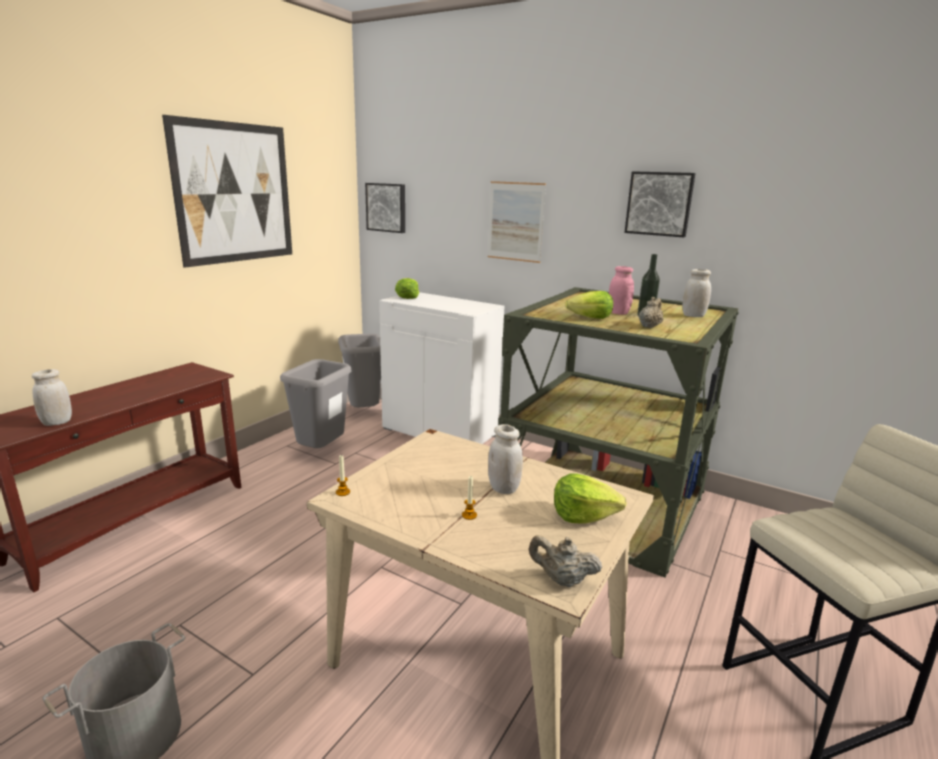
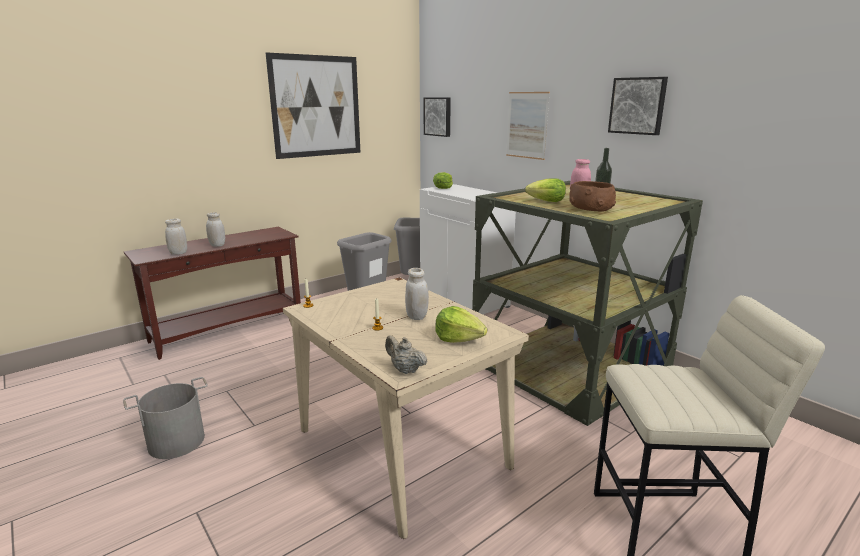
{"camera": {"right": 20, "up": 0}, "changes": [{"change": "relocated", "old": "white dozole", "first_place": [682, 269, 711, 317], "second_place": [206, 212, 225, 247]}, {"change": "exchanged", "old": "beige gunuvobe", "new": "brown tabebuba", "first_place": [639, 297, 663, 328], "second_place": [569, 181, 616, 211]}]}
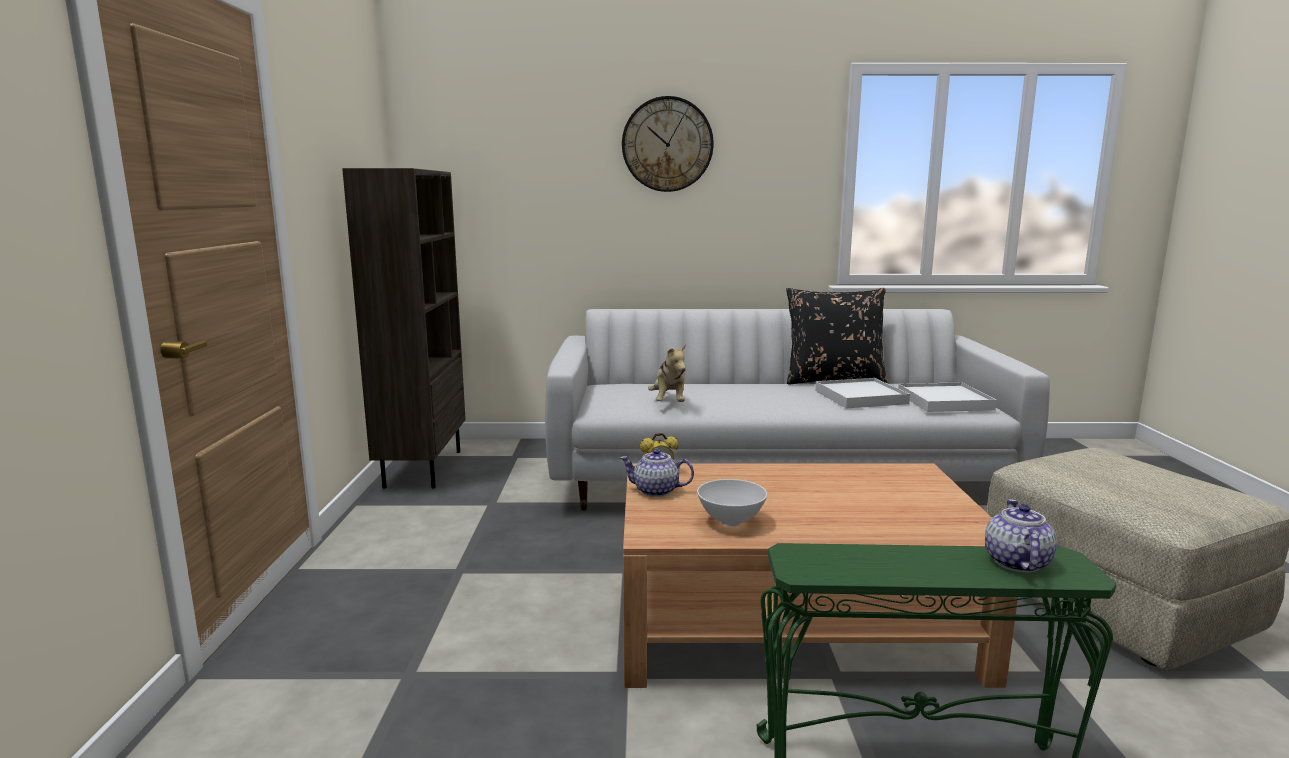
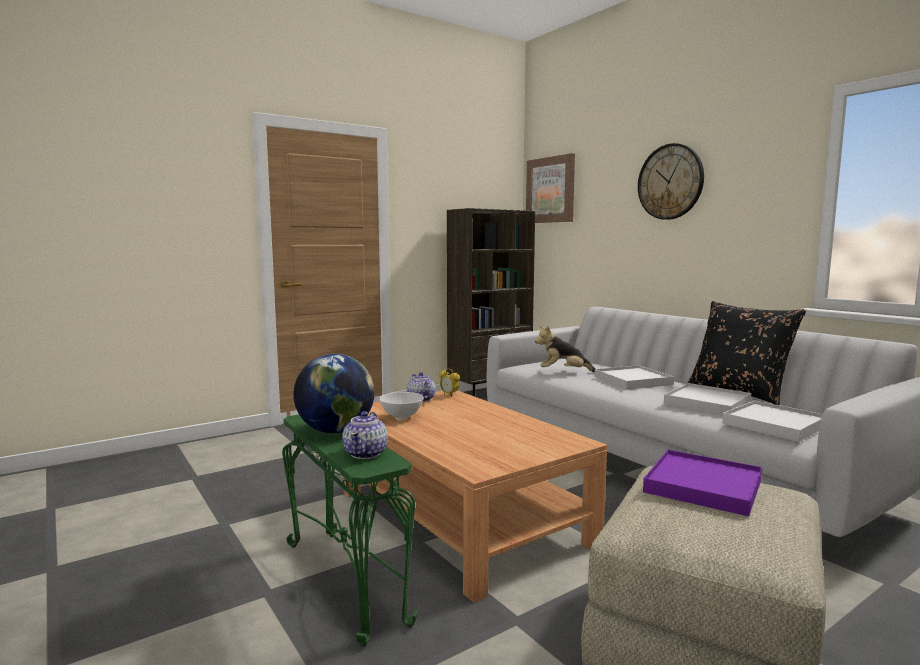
{"camera": {"right": 55, "up": -5}, "changes": [{"change": "spun", "old": "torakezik", "first_place": [648, 344, 686, 402], "second_place": [535, 326, 596, 372], "degrees": 45}, {"change": "spun", "old": "gunuvobe", "first_place": [985, 499, 1057, 573], "second_place": [342, 411, 388, 459], "degrees": 120}, {"change": "appeared", "new": "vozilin", "second_place": [526, 153, 575, 223]}, {"change": "appeared", "new": "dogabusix", "second_place": [293, 354, 374, 433]}, {"change": "appeared", "new": "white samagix", "second_place": [594, 365, 674, 390]}, {"change": "appeared", "new": "purple samagix", "second_place": [643, 450, 762, 516]}]}
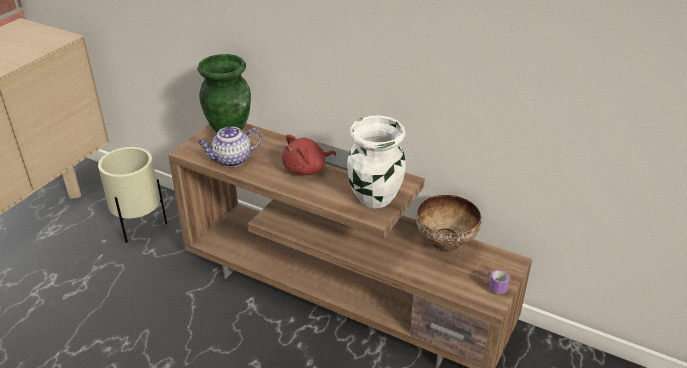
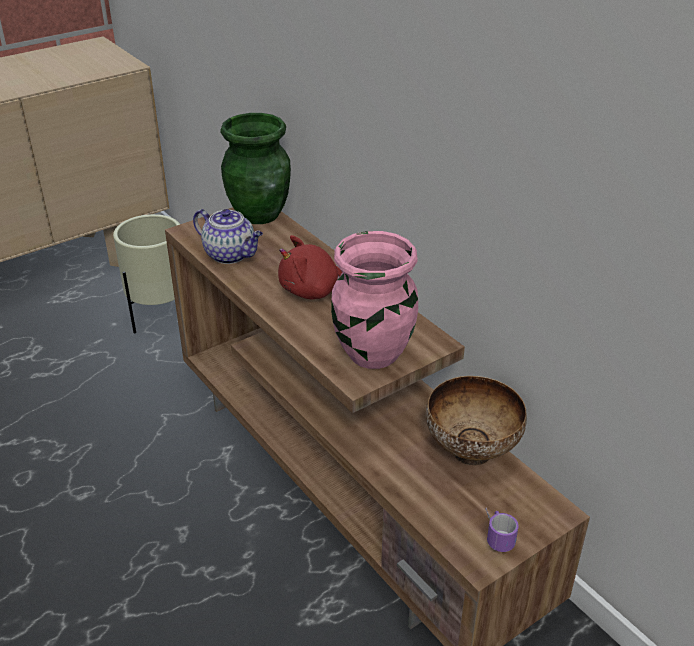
{"camera": {"right": 25, "up": 0}, "changes": [{"change": "colour", "old": "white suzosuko", "new": "pink suzosuko", "first_place": [347, 116, 406, 208], "second_place": [331, 231, 418, 369]}, {"change": "spun", "old": "gunuvobe", "first_place": [198, 127, 262, 167], "second_place": [193, 209, 263, 264], "degrees": -150}]}
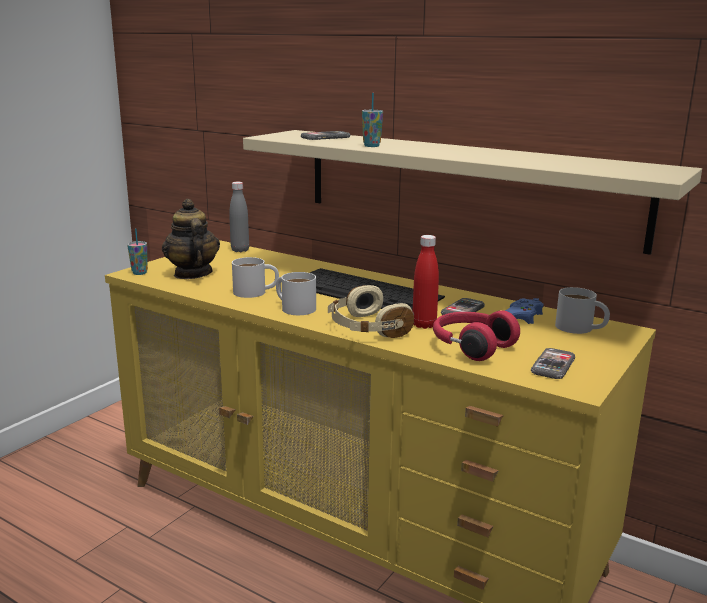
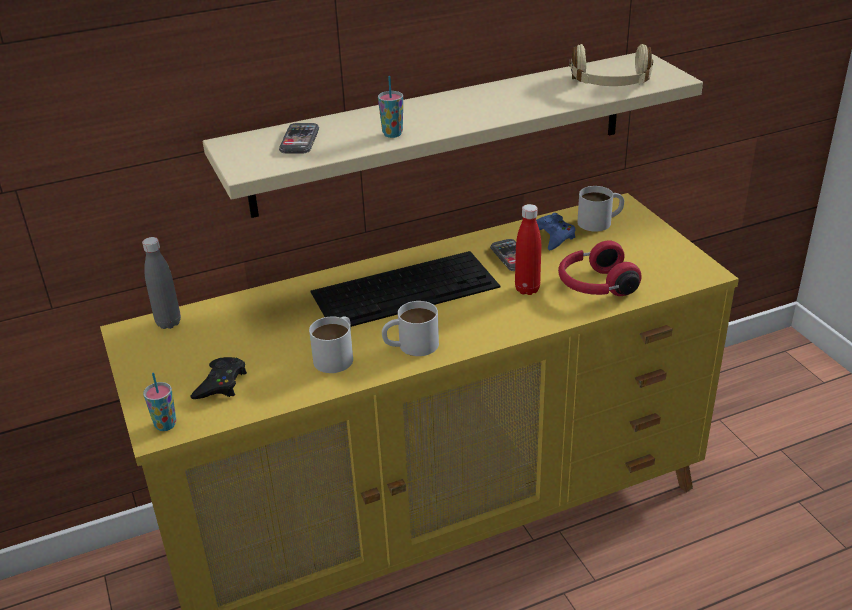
{"camera": {"right": -55, "up": 15}, "changes": [{"change": "exchanged", "old": "gunuvobe", "new": "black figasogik", "first_place": [162, 199, 220, 279], "second_place": [190, 357, 247, 399]}, {"change": "relocated", "old": "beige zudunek", "first_place": [328, 285, 414, 338], "second_place": [569, 44, 653, 86]}, {"change": "missing", "old": "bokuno", "first_place": [531, 348, 575, 379]}]}
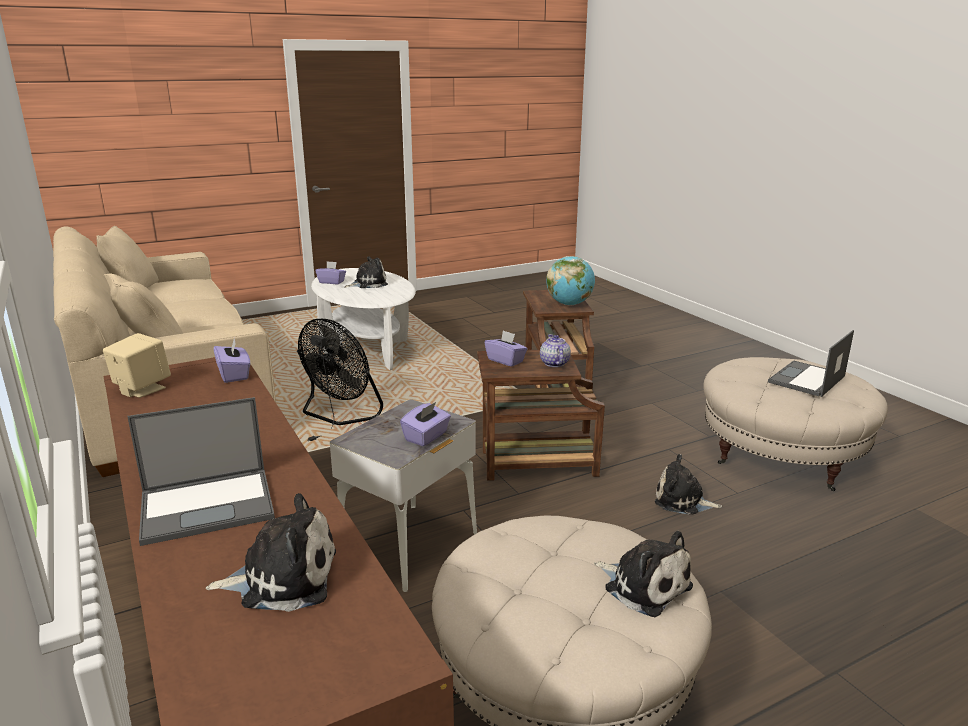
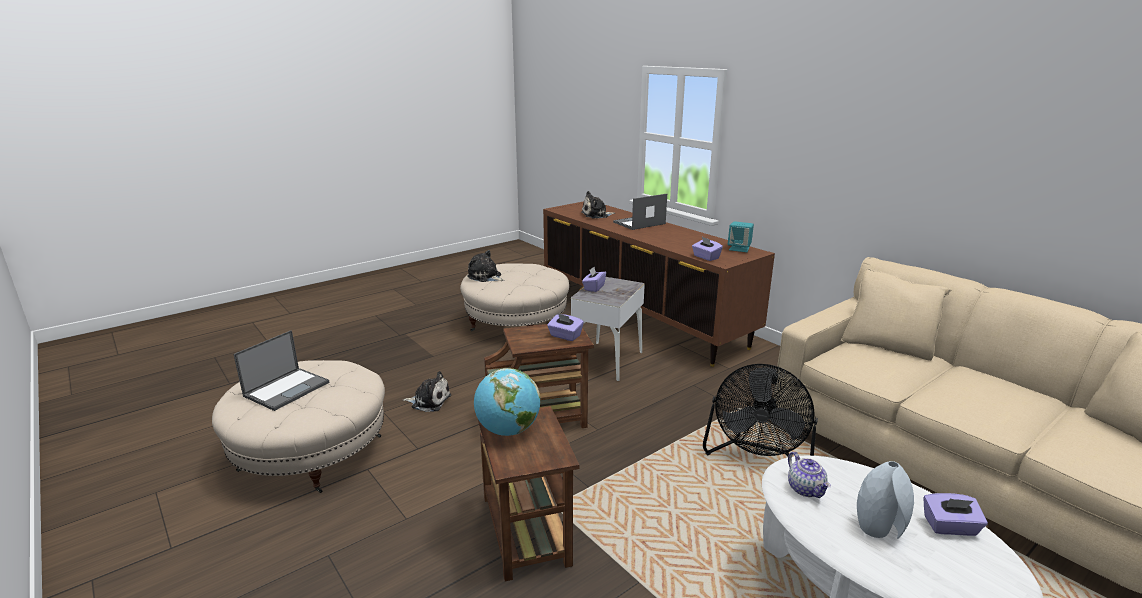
{"camera": {"right": 170, "up": 0}, "changes": [{"change": "exchanged", "old": "torakezik", "new": "grey suzosuko", "first_place": [345, 256, 388, 288], "second_place": [857, 461, 914, 539]}, {"change": "colour", "old": "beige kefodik", "new": "turquoise kefodik", "first_place": [103, 333, 171, 398], "second_place": [728, 221, 754, 252]}, {"change": "relocated", "old": "gunuvobe", "first_place": [540, 334, 571, 367], "second_place": [788, 452, 831, 498]}]}
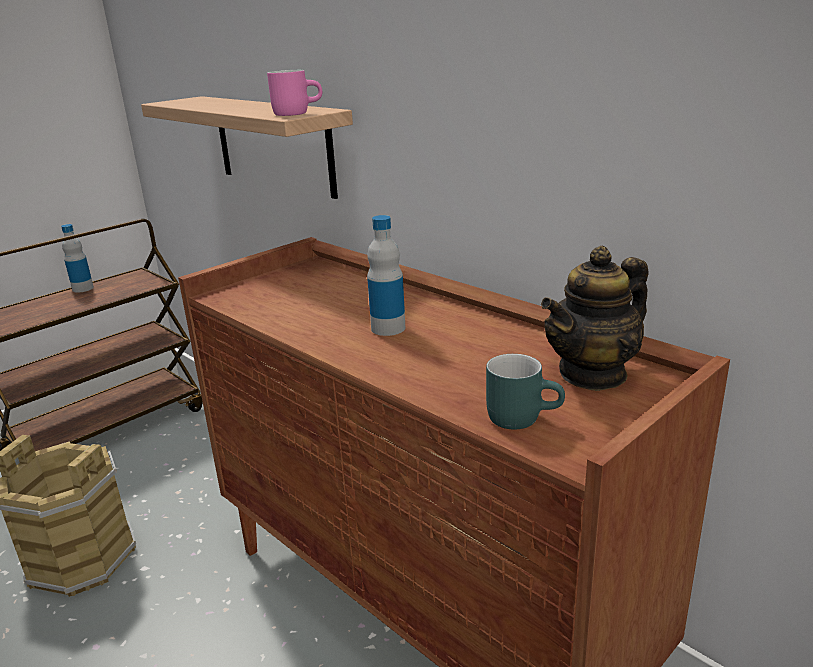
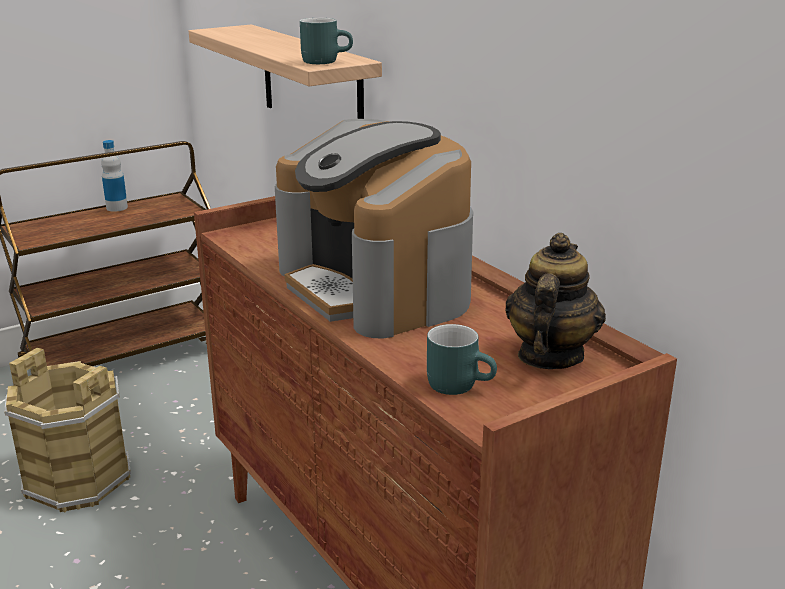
{"camera": {"right": 10, "up": 0}, "changes": [{"change": "colour", "old": "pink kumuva", "new": "turquoise kumuva", "first_place": [267, 70, 322, 116], "second_place": [300, 18, 353, 64]}, {"change": "exchanged", "old": "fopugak", "new": "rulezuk", "first_place": [367, 215, 405, 336], "second_place": [275, 119, 473, 338]}, {"change": "spun", "old": "gunuvobe", "first_place": [541, 246, 649, 391], "second_place": [505, 233, 606, 369], "degrees": 135}]}
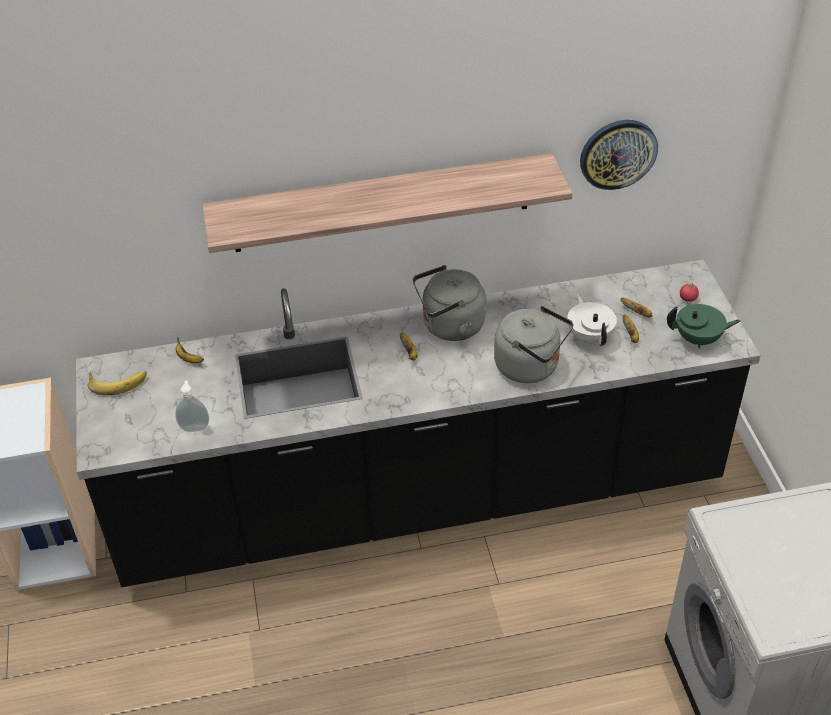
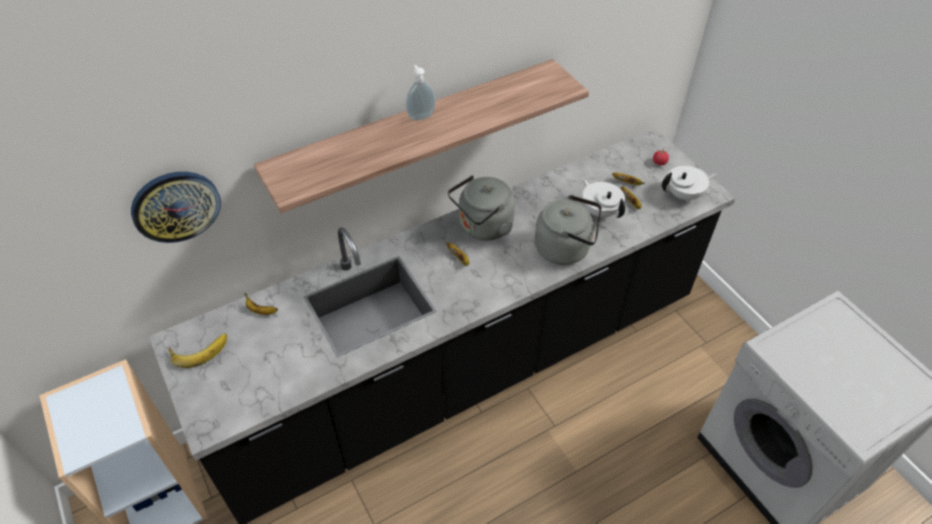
{"camera": {"right": -20, "up": 5}, "changes": [{"change": "relocated", "old": "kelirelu", "first_place": [580, 120, 658, 190], "second_place": [131, 172, 221, 243]}, {"change": "colour", "old": "green gunuvobe", "new": "white gunuvobe", "first_place": [667, 304, 741, 348], "second_place": [662, 166, 717, 202]}, {"change": "relocated", "old": "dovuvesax", "first_place": [175, 381, 209, 432], "second_place": [406, 65, 436, 121]}]}
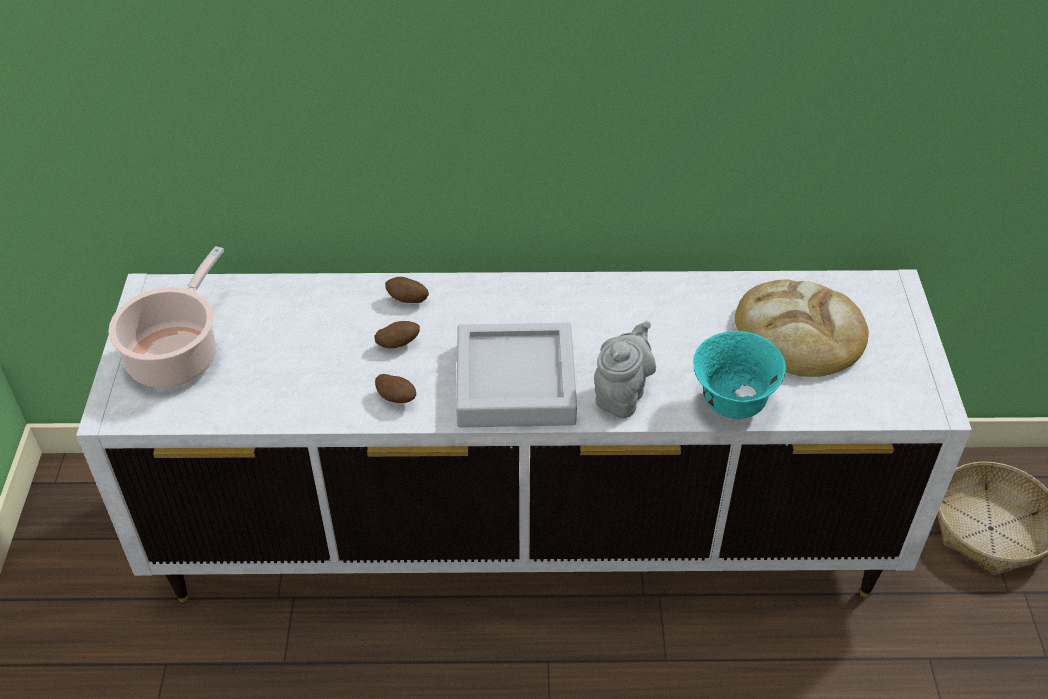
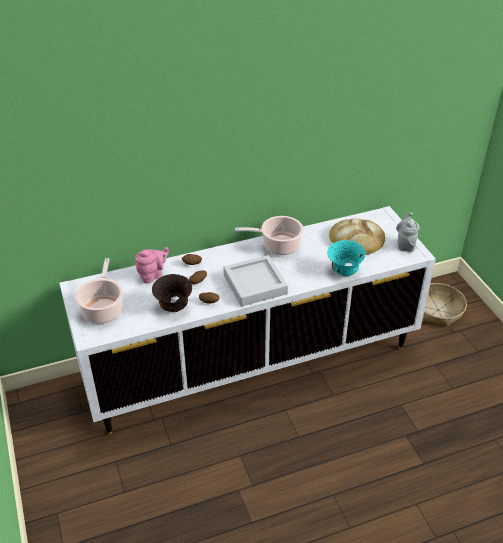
{"camera": {"right": -20, "up": -5}, "changes": [{"change": "relocated", "old": "grey gunuvobe", "first_place": [594, 321, 656, 418], "second_place": [396, 212, 420, 252]}, {"change": "appeared", "new": "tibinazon", "second_place": [235, 216, 303, 255]}, {"change": "appeared", "new": "pink gunuvobe", "second_place": [135, 247, 169, 283]}, {"change": "appeared", "new": "brown tabebuba", "second_place": [152, 274, 192, 312]}]}
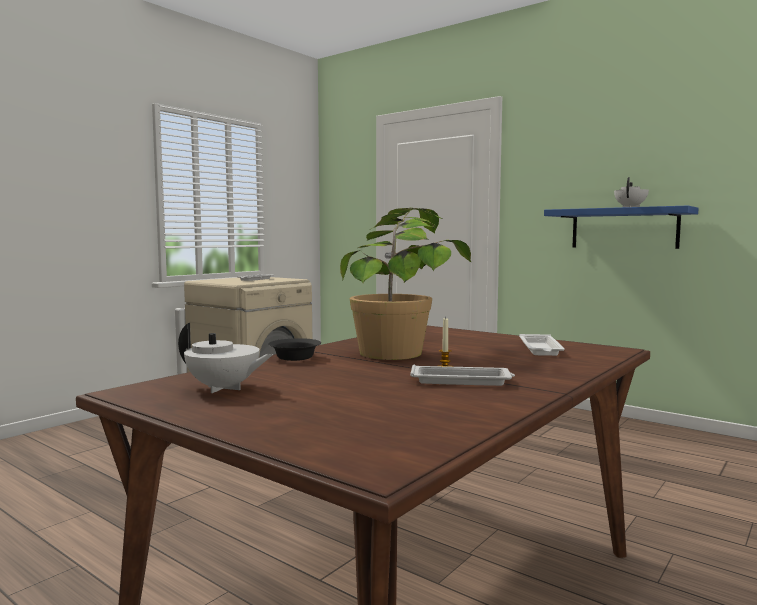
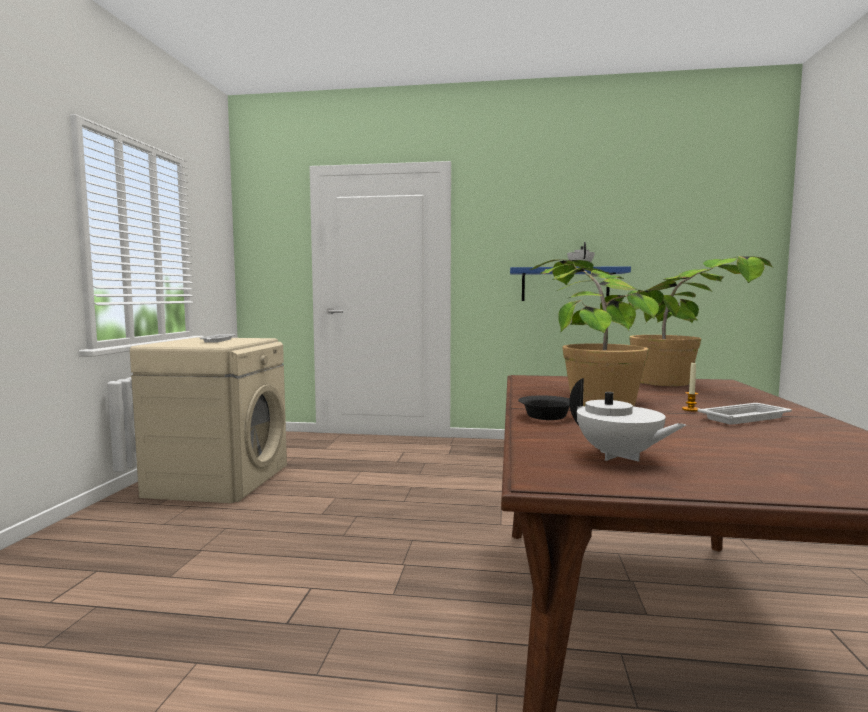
{"camera": {"right": -30, "up": 0}, "changes": [{"change": "spun", "old": "white gunuvobe", "first_place": [178, 323, 274, 393], "second_place": [569, 378, 686, 462], "degrees": 60}, {"change": "exchanged", "old": "white samagix", "new": "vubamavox", "first_place": [519, 334, 565, 356], "second_place": [627, 256, 774, 386]}]}
